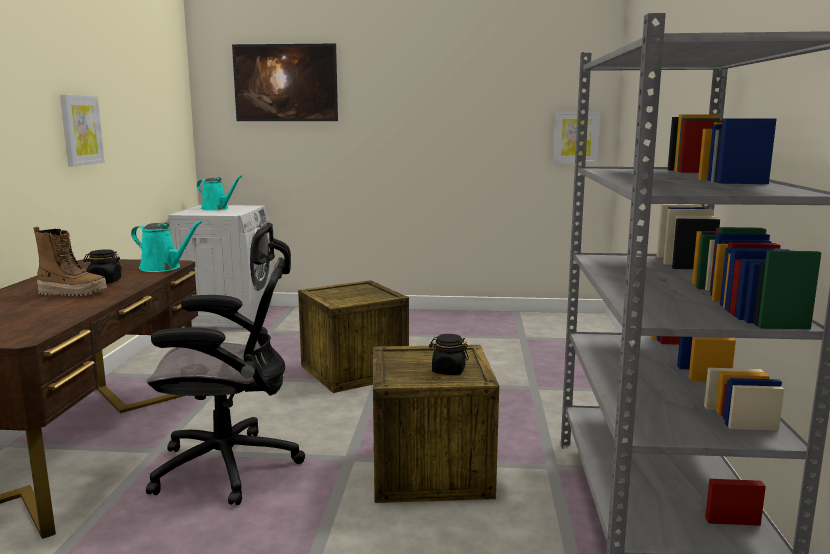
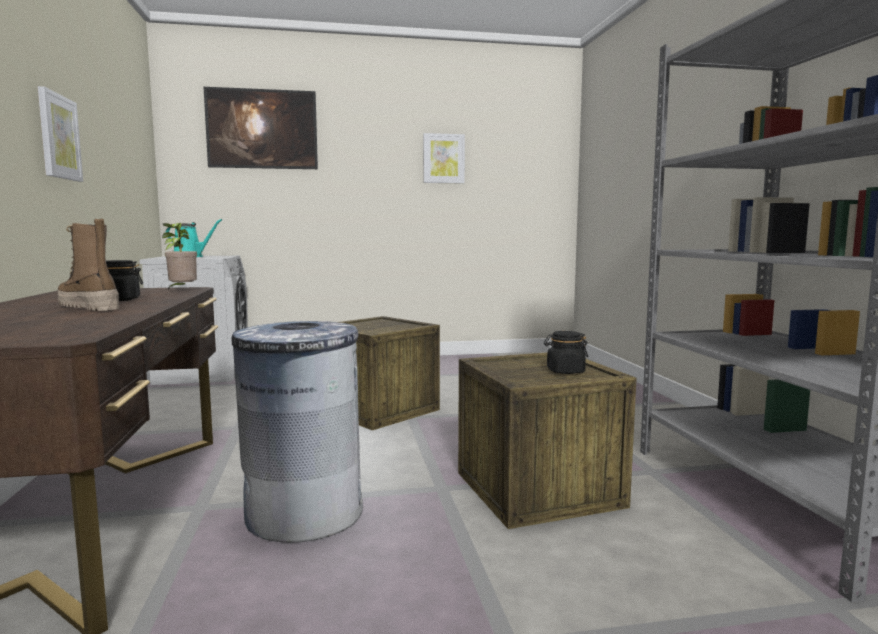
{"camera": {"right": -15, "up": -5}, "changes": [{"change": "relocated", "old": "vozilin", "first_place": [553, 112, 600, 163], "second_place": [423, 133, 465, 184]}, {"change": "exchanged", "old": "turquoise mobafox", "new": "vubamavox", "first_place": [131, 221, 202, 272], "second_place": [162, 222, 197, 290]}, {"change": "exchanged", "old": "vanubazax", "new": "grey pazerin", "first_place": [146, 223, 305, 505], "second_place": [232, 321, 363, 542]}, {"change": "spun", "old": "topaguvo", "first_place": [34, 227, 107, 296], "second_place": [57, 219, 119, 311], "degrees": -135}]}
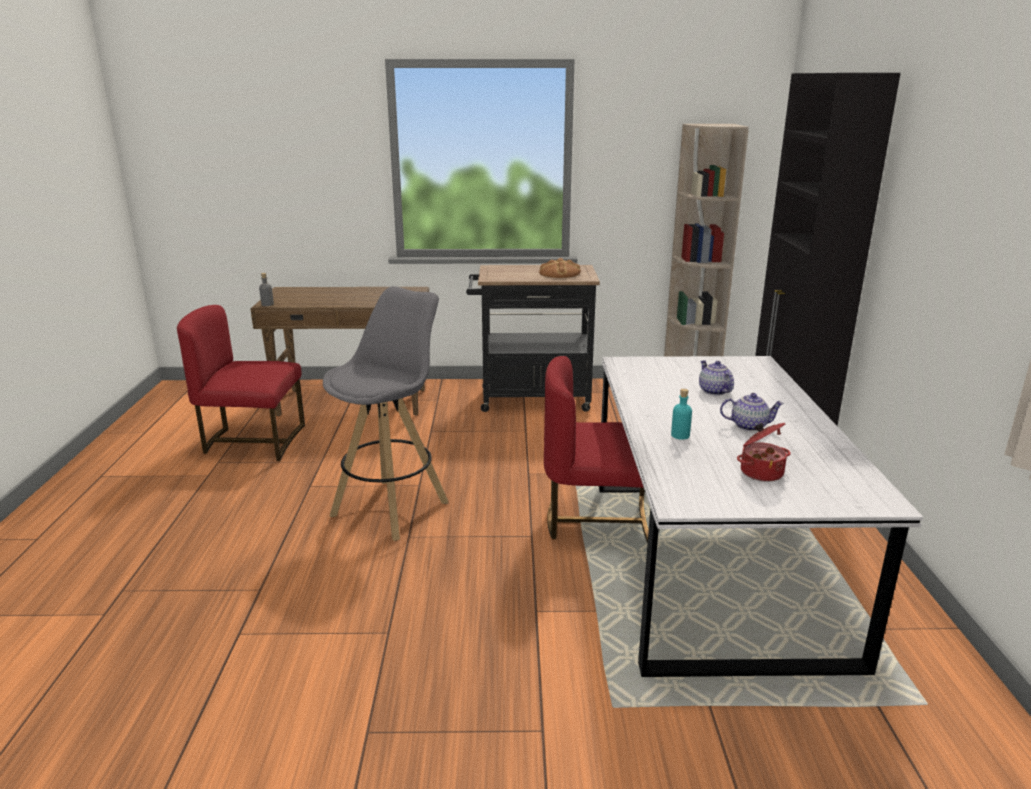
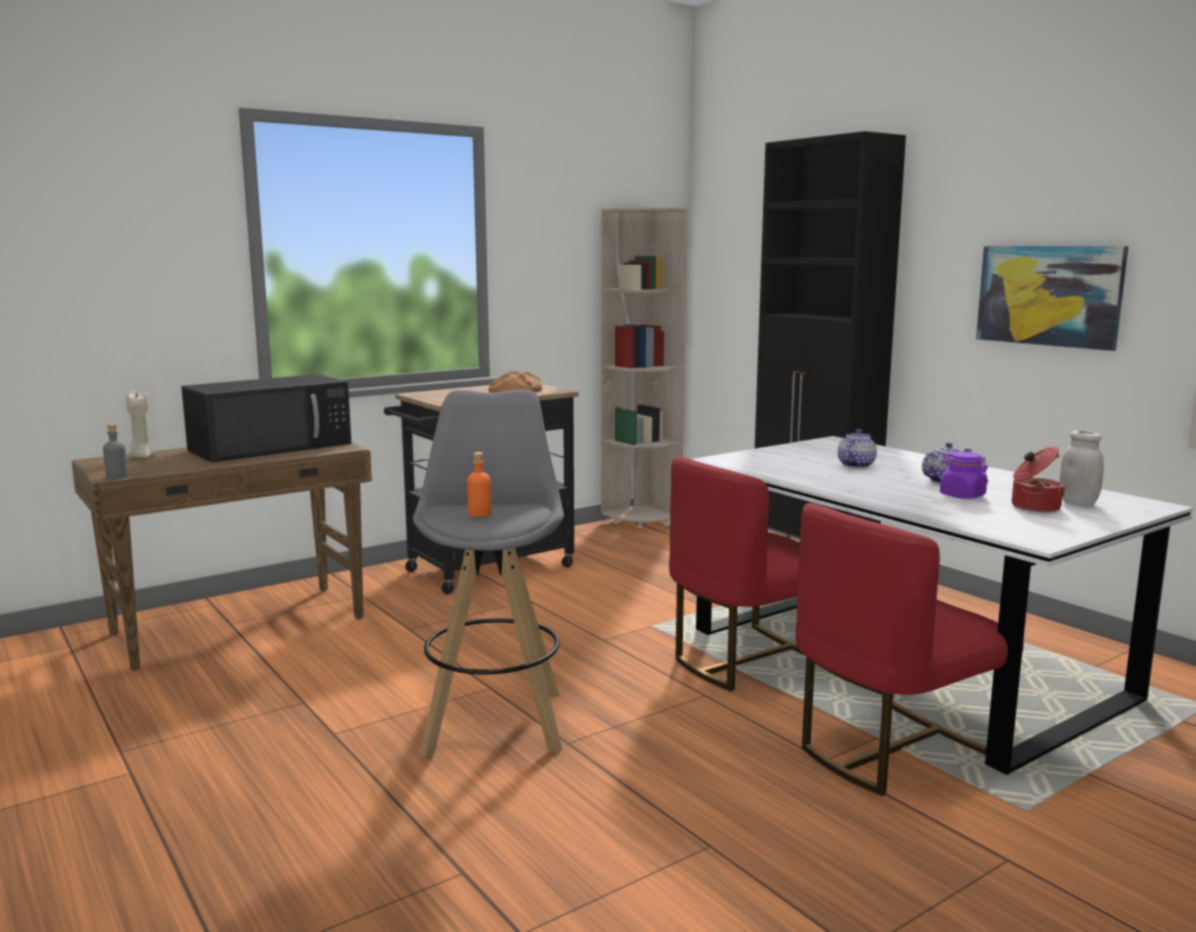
{"camera": {"right": -35, "up": -10}, "changes": [{"change": "relocated", "old": "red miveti", "first_place": [177, 305, 305, 461], "second_place": [796, 503, 1024, 796]}, {"change": "spun", "old": "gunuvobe", "first_place": [699, 360, 734, 395], "second_place": [838, 429, 877, 468], "degrees": 90}, {"change": "missing", "old": "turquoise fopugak", "first_place": [671, 389, 692, 440]}, {"change": "appeared", "new": "vozilin", "second_place": [976, 246, 1128, 351]}, {"change": "appeared", "new": "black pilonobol", "second_place": [181, 374, 352, 463]}, {"change": "appeared", "new": "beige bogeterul", "second_place": [126, 390, 156, 458]}, {"change": "appeared", "new": "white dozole", "second_place": [1060, 430, 1104, 506]}, {"change": "appeared", "new": "orange fopugak", "second_place": [467, 452, 492, 517]}, {"change": "appeared", "new": "purple dozole", "second_place": [940, 452, 988, 499]}]}
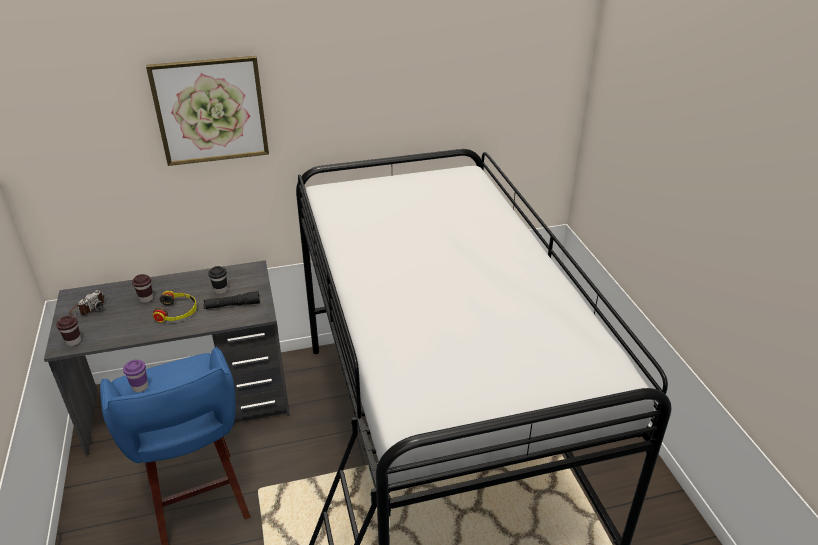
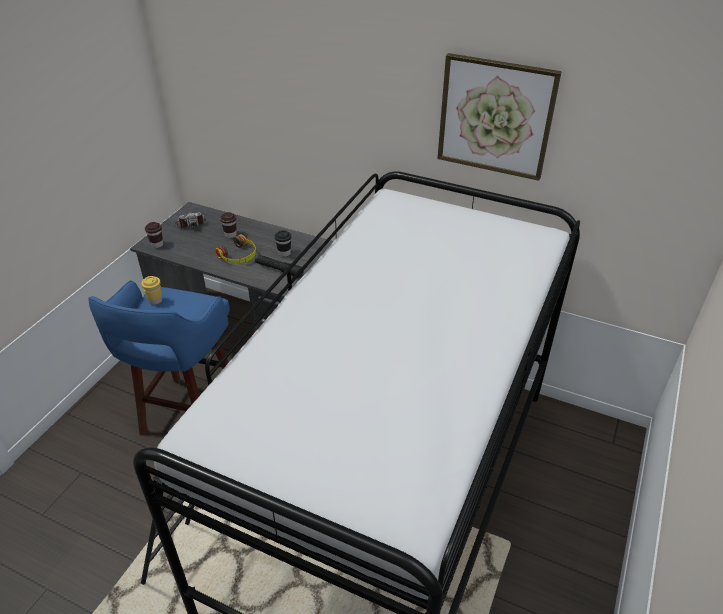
{"camera": {"right": 40, "up": 5}, "changes": [{"change": "relocated", "old": "vozilin", "first_place": [146, 56, 269, 166], "second_place": [437, 53, 562, 181]}, {"change": "colour", "old": "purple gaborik", "new": "yellow gaborik", "first_place": [123, 360, 148, 392], "second_place": [141, 276, 162, 305]}]}
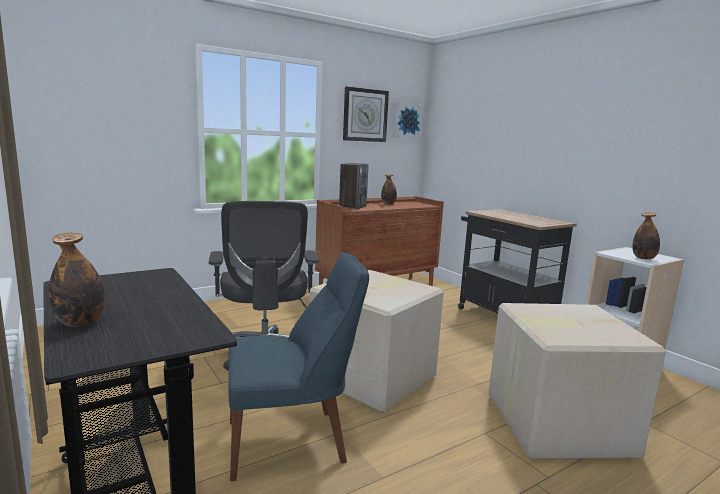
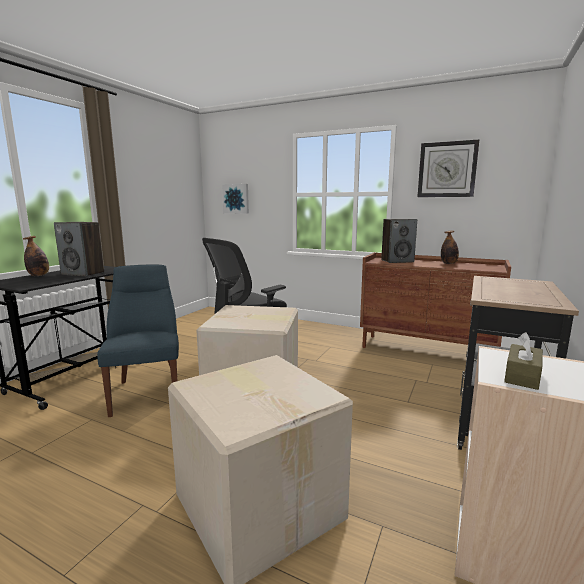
{"camera": {"right": 60, "up": 0}, "changes": [{"change": "relocated", "old": "vozilin", "first_place": [393, 102, 424, 138], "second_place": [222, 184, 249, 214]}, {"change": "exchanged", "old": "fopugak", "new": "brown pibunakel", "first_place": [633, 212, 660, 259], "second_place": [504, 332, 543, 390]}, {"change": "spun", "old": "blue miveti", "first_place": [228, 252, 369, 481], "second_place": [97, 265, 179, 417], "degrees": -150}, {"change": "appeared", "new": "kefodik", "second_place": [54, 222, 104, 276]}]}
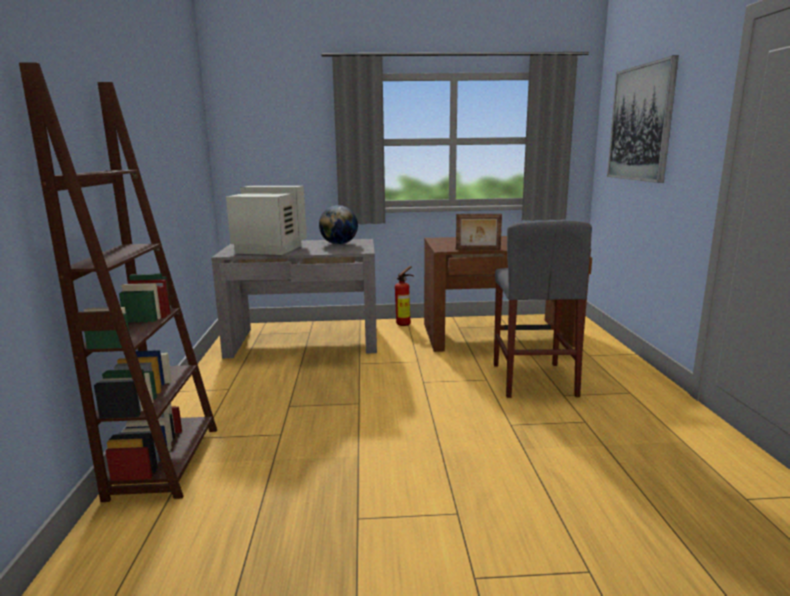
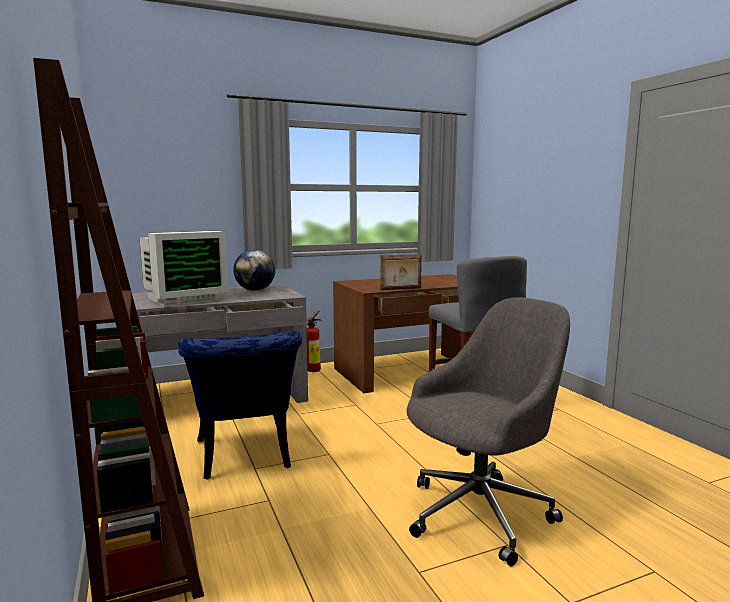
{"camera": {"right": -20, "up": -5}, "changes": [{"change": "missing", "old": "vozilin", "first_place": [607, 55, 679, 183]}, {"change": "spun", "old": "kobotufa", "first_place": [226, 186, 307, 255], "second_place": [140, 231, 228, 307], "degrees": 150}, {"change": "appeared", "new": "grey vanubazax", "second_place": [407, 297, 570, 566]}, {"change": "appeared", "new": "blue miveti", "second_place": [178, 331, 302, 480]}]}
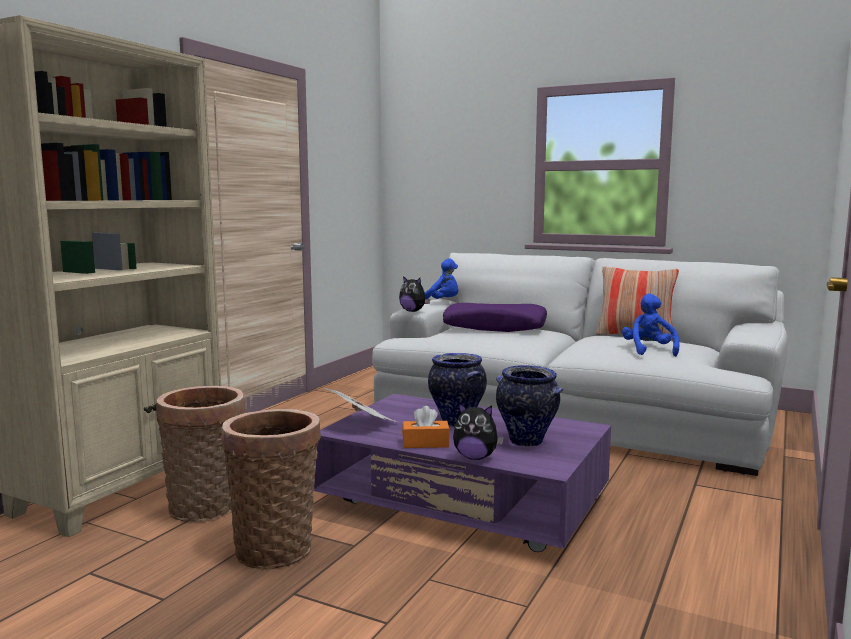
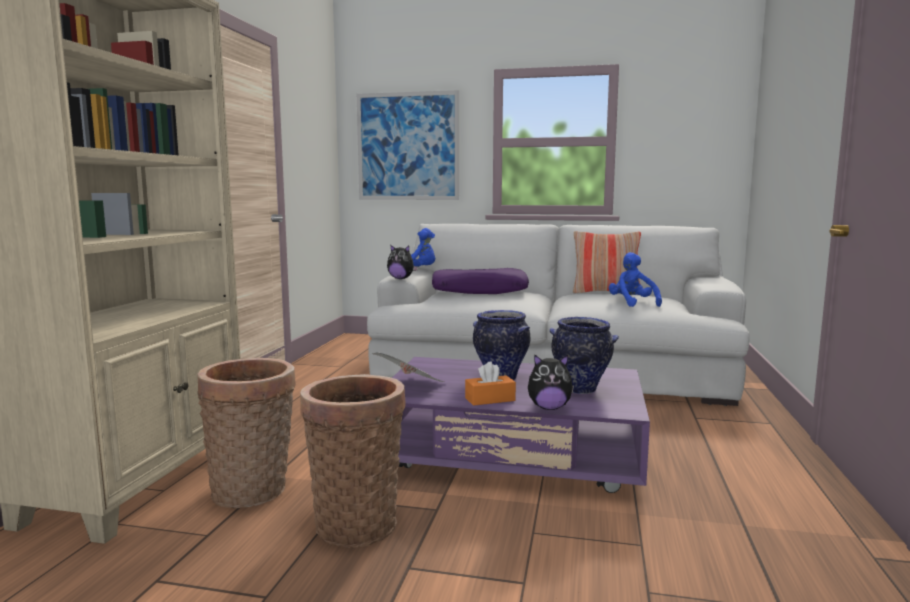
{"camera": {"right": -15, "up": 0}, "changes": [{"change": "appeared", "new": "vozilin", "second_place": [357, 90, 459, 200]}]}
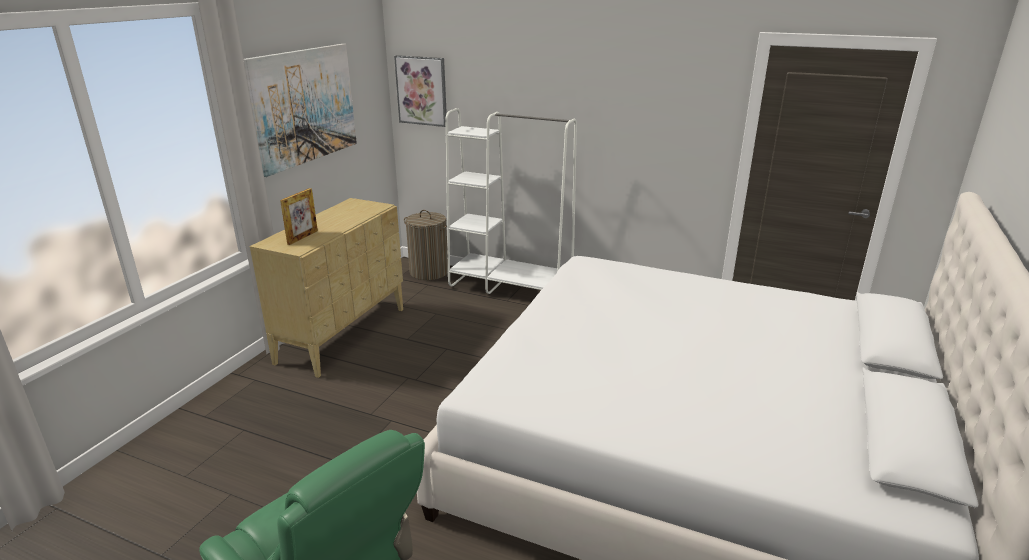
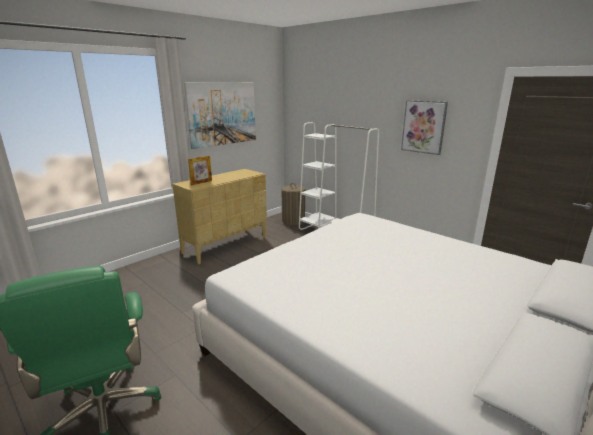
{"camera": {"right": 20, "up": -5}, "changes": [{"change": "relocated", "old": "vozilin", "first_place": [394, 55, 447, 127], "second_place": [401, 100, 448, 155]}]}
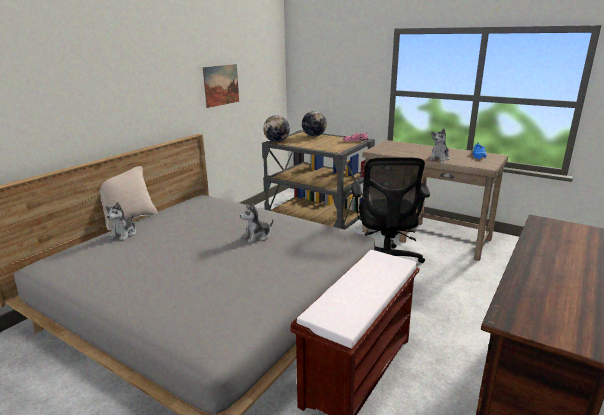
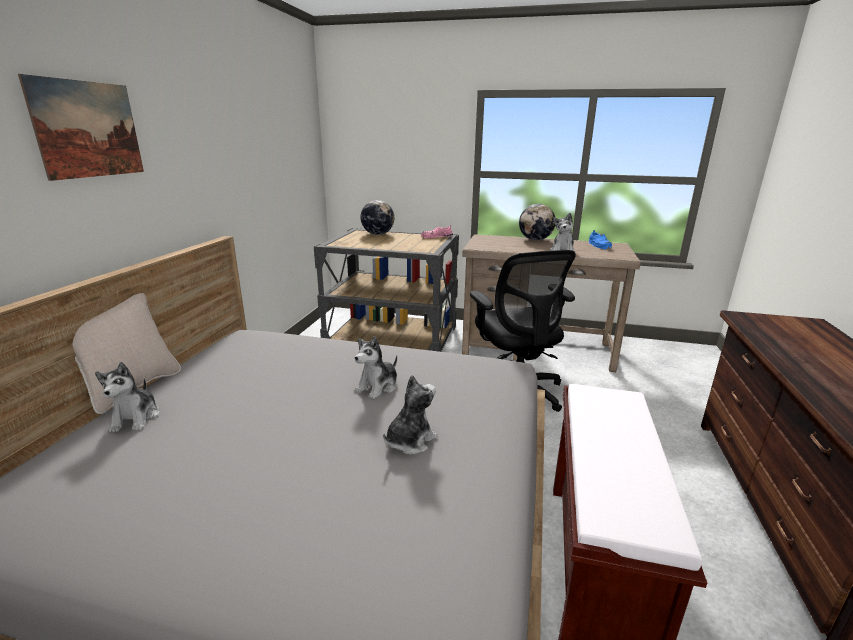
{"camera": {"right": -20, "up": 0}, "changes": [{"change": "relocated", "old": "vozilin", "first_place": [203, 64, 239, 108], "second_place": [18, 74, 144, 181]}, {"change": "relocated", "old": "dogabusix", "first_place": [263, 115, 290, 142], "second_place": [519, 204, 555, 240]}, {"change": "appeared", "new": "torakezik", "second_place": [383, 375, 438, 455]}]}
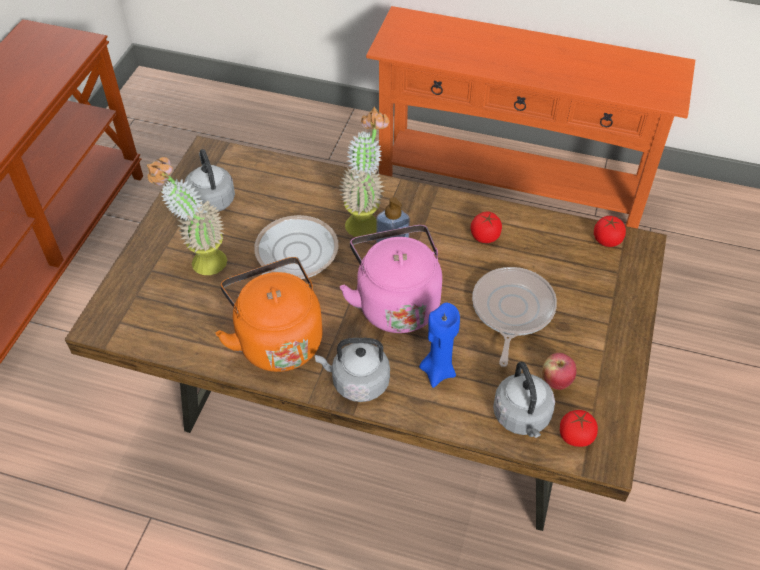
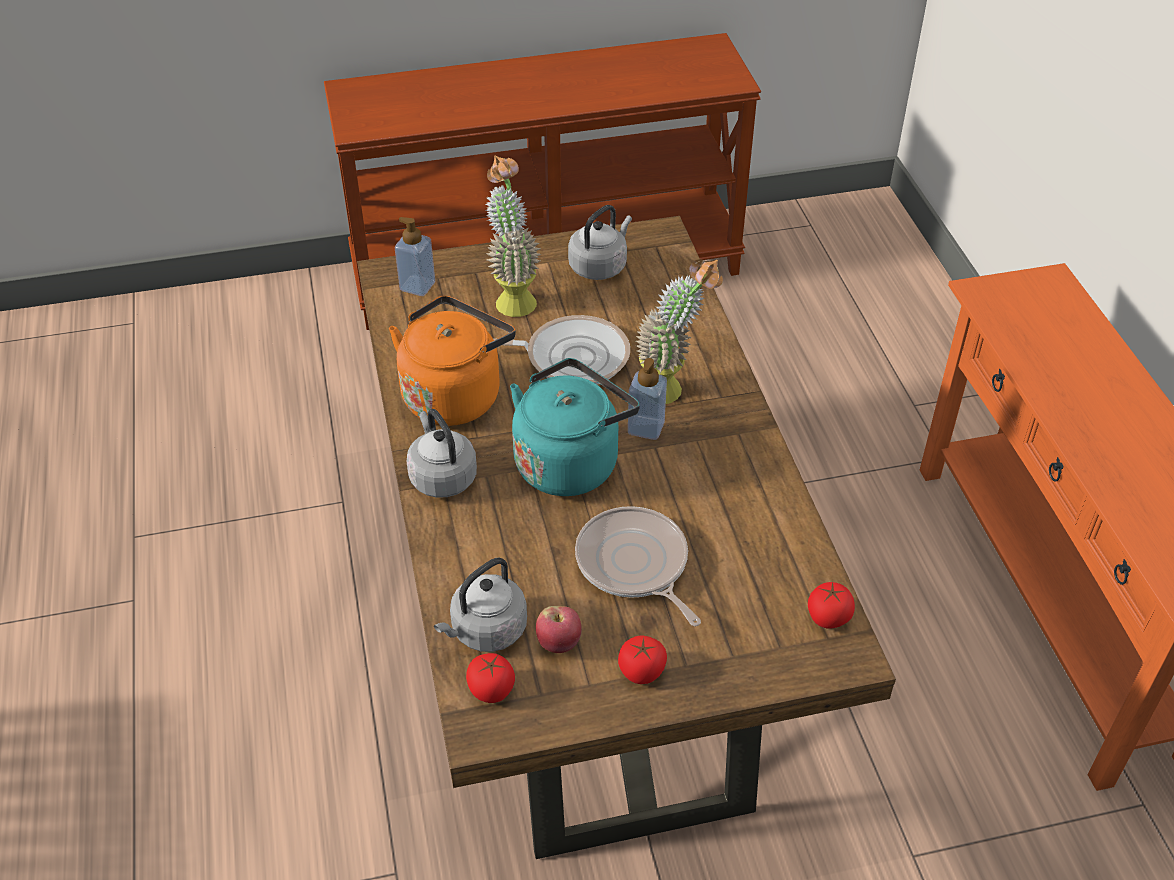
{"camera": {"right": 60, "up": -5}, "changes": [{"change": "relocated", "old": "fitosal", "first_place": [471, 211, 502, 243], "second_place": [618, 636, 667, 684]}, {"change": "colour", "old": "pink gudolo", "new": "turquoise gudolo", "first_place": [340, 225, 442, 333], "second_place": [510, 358, 640, 496]}, {"change": "spun", "old": "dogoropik", "first_place": [472, 267, 557, 367], "second_place": [575, 506, 701, 626], "degrees": -105}, {"change": "missing", "old": "blue bogeterul", "first_place": [419, 303, 460, 388]}, {"change": "appeared", "new": "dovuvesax", "second_place": [395, 217, 435, 296]}]}
